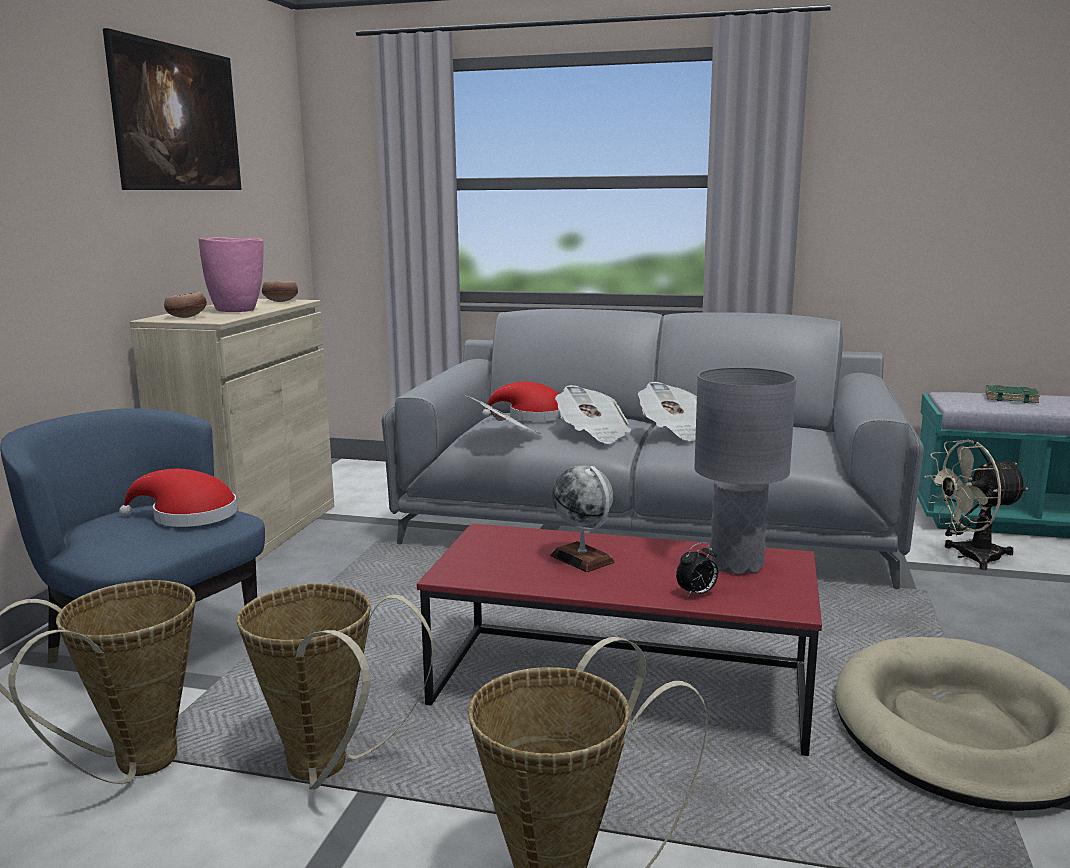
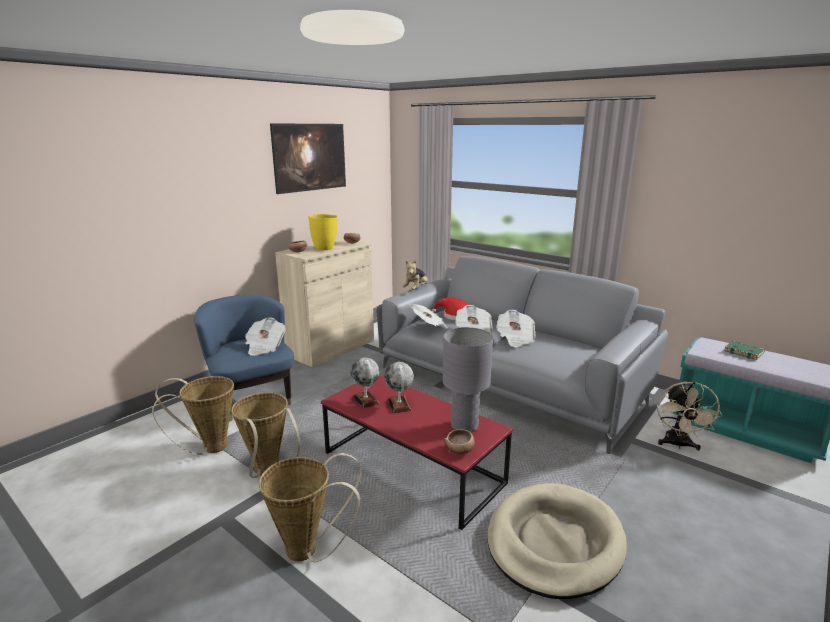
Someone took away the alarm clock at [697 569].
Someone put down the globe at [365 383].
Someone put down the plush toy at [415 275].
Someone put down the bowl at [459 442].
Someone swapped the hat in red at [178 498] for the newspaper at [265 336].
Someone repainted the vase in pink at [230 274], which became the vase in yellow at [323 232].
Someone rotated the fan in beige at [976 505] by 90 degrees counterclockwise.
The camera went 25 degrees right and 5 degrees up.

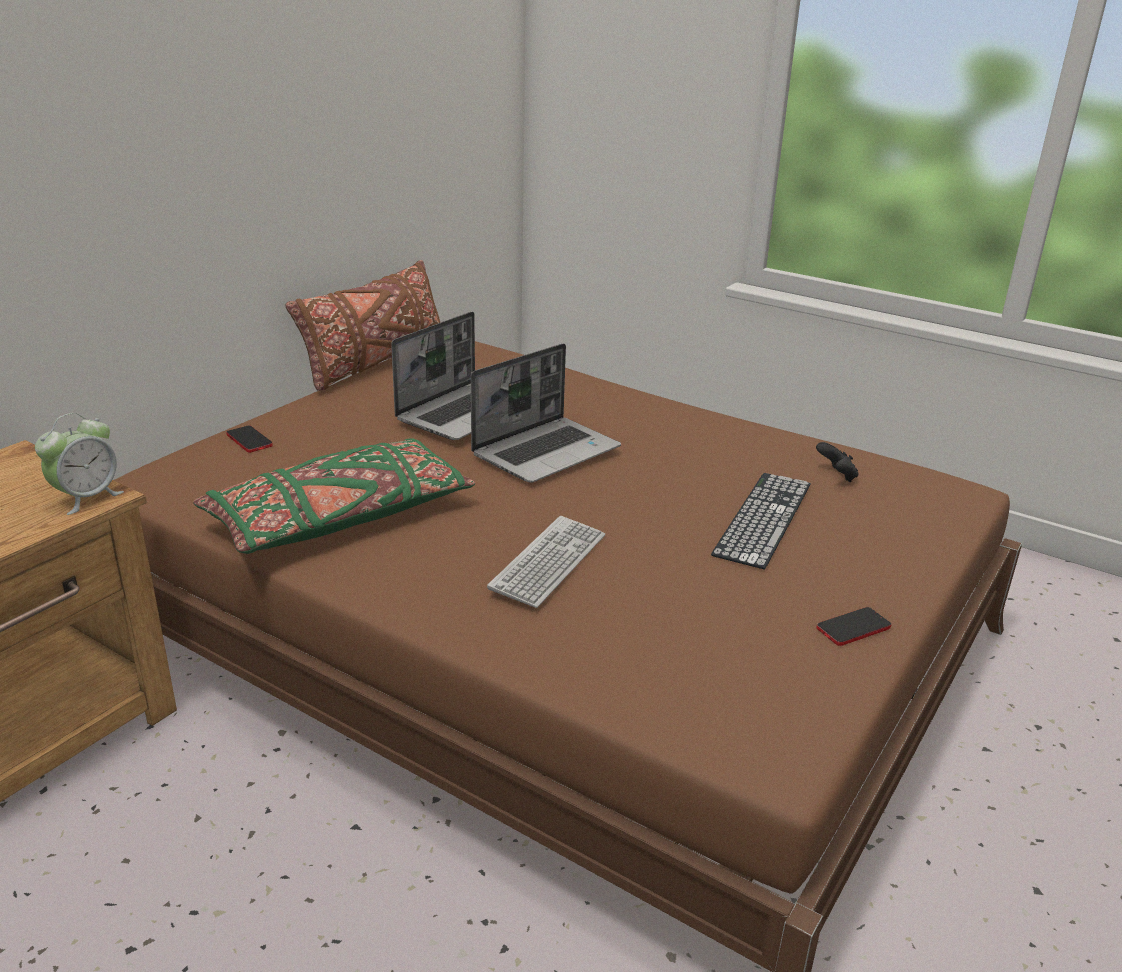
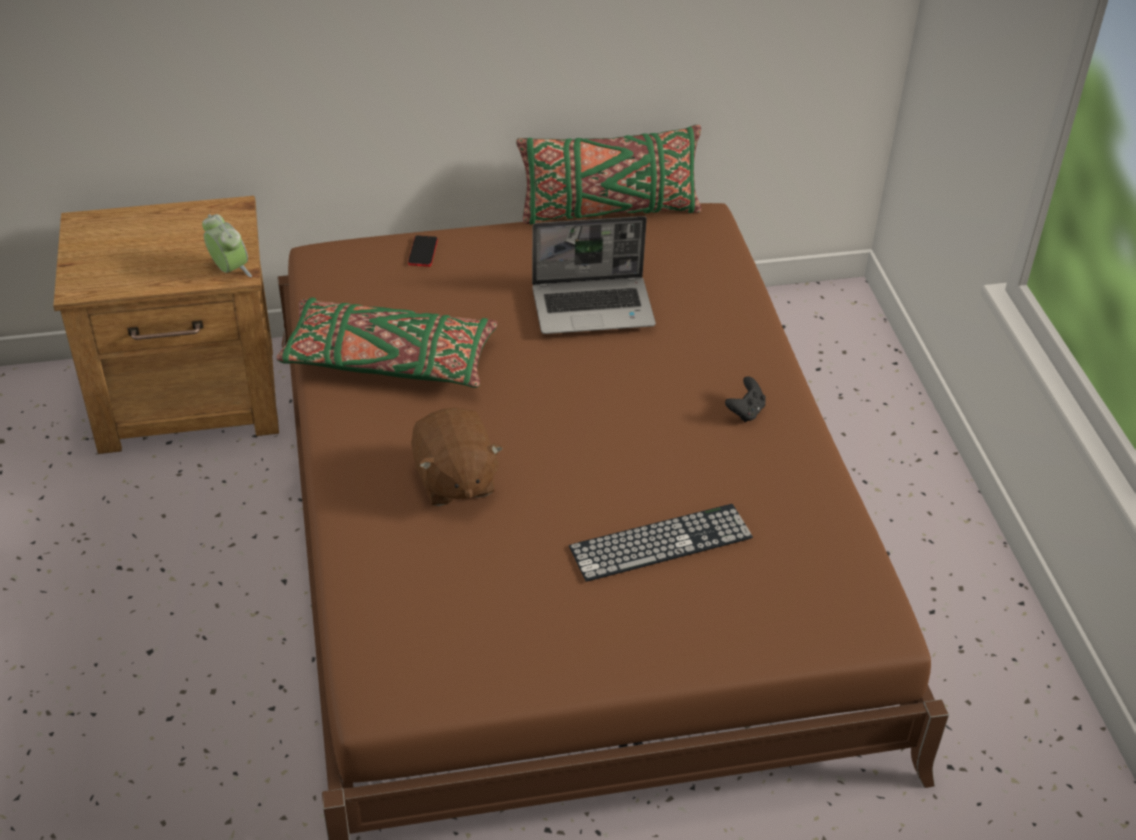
Someone took away the laptop at [546 413].
Someone took away the phone at [853 626].
Someone carried the game controller in black from [837 462] to [745 399].
Someone swapped the keyboard at [546 562] for the plush toy in brown at [457 457].
Someone repainted the pillow in brown at [362 325], which became the pillow in green at [608 175].
Someone rotated the alarm clock at [79 464] by 120 degrees counterclockwise.
The camera went 45 degrees right and 15 degrees up.

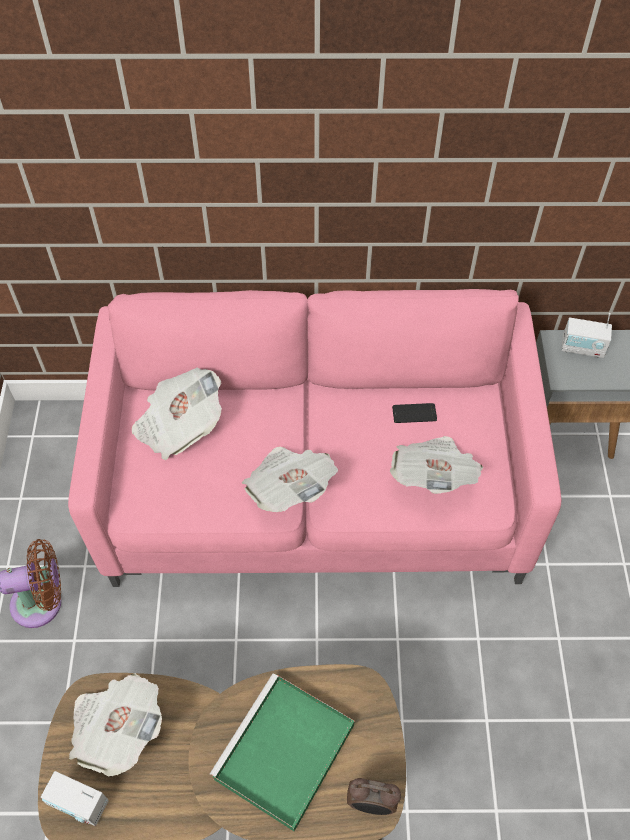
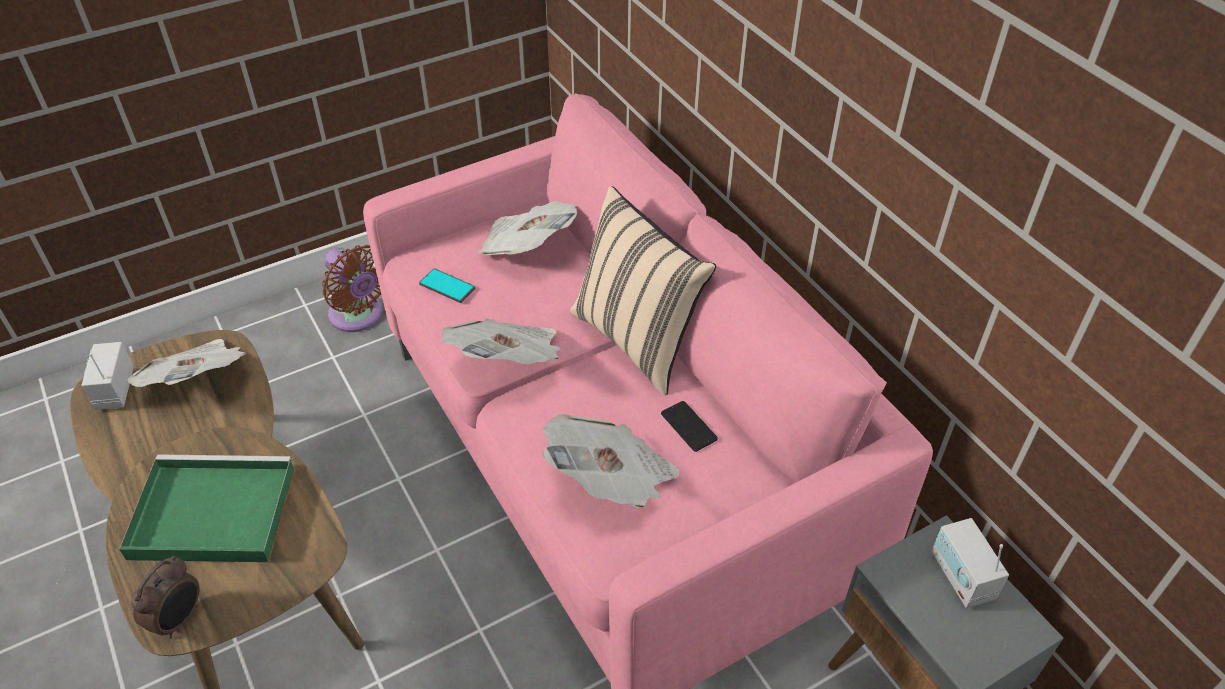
Someone put down the phone at [447 285].
Someone put down the pillow in beige at [643 291].
Someone rotated the alarm clock at [374 796] by 135 degrees counterclockwise.
The camera went 60 degrees right and 10 degrees down.

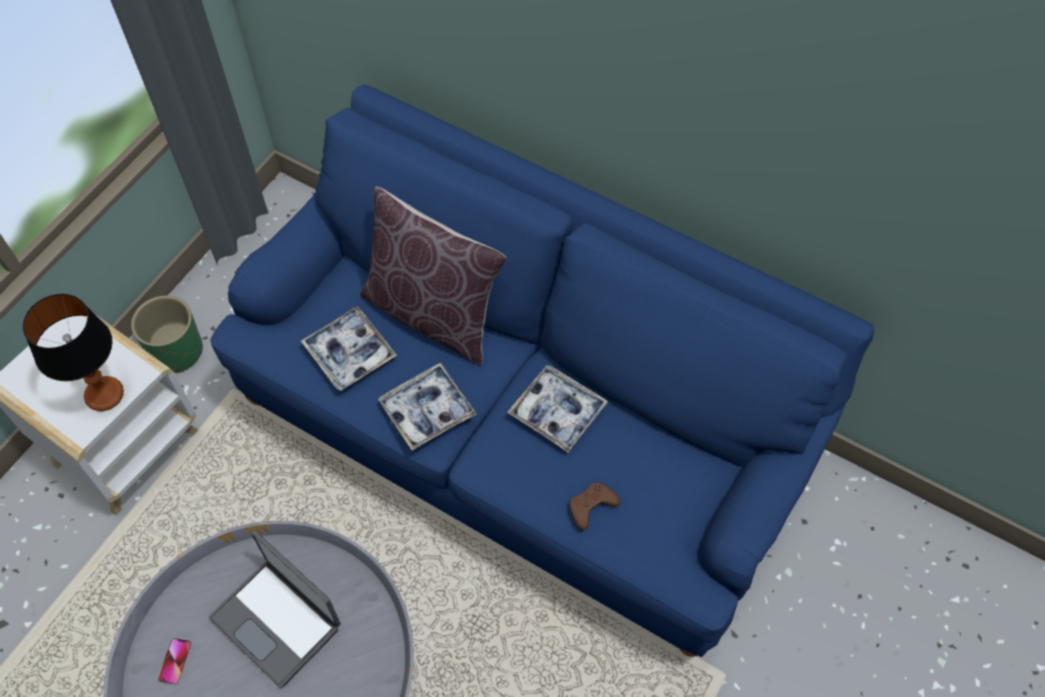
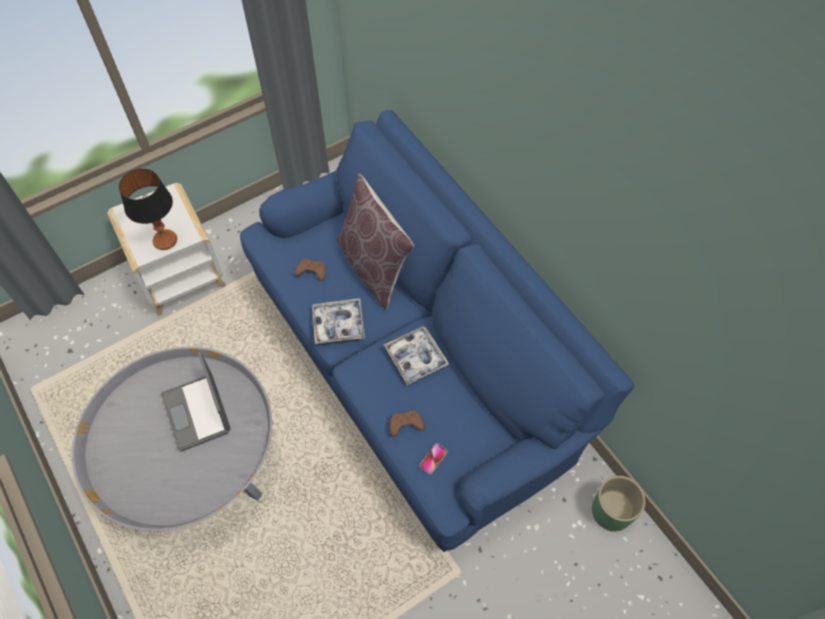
Someone carried the planter in green from [167 334] to [619 504].
Someone carried the phone from [175 661] to [433 458].
Someone swapped the tray at [349 349] for the game controller in brown at [310 270].
The camera went 25 degrees right and 0 degrees up.

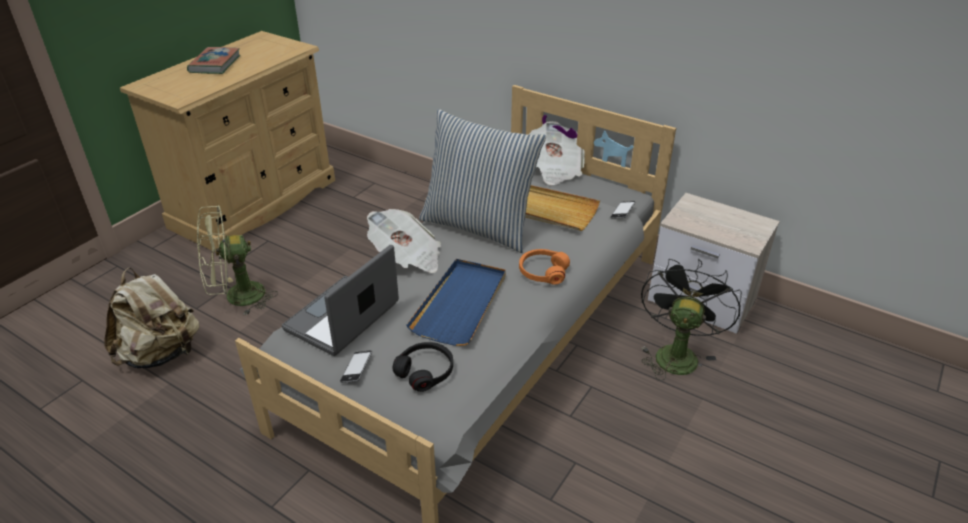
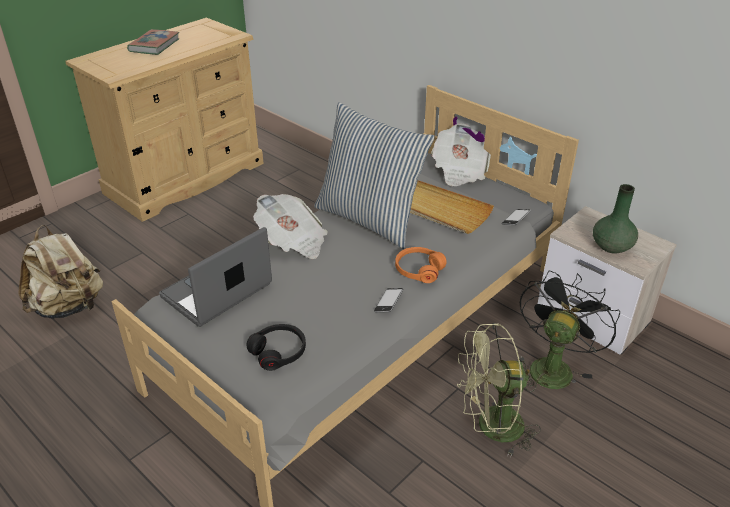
Someone took away the tray in blue at [456 302].
Someone put down the vase in green at [615 219].
Someone carried the fan in green from [237 260] to [499 390].
Someone carried the phone from [356 366] to [388 300].
The camera went 10 degrees right and 0 degrees up.

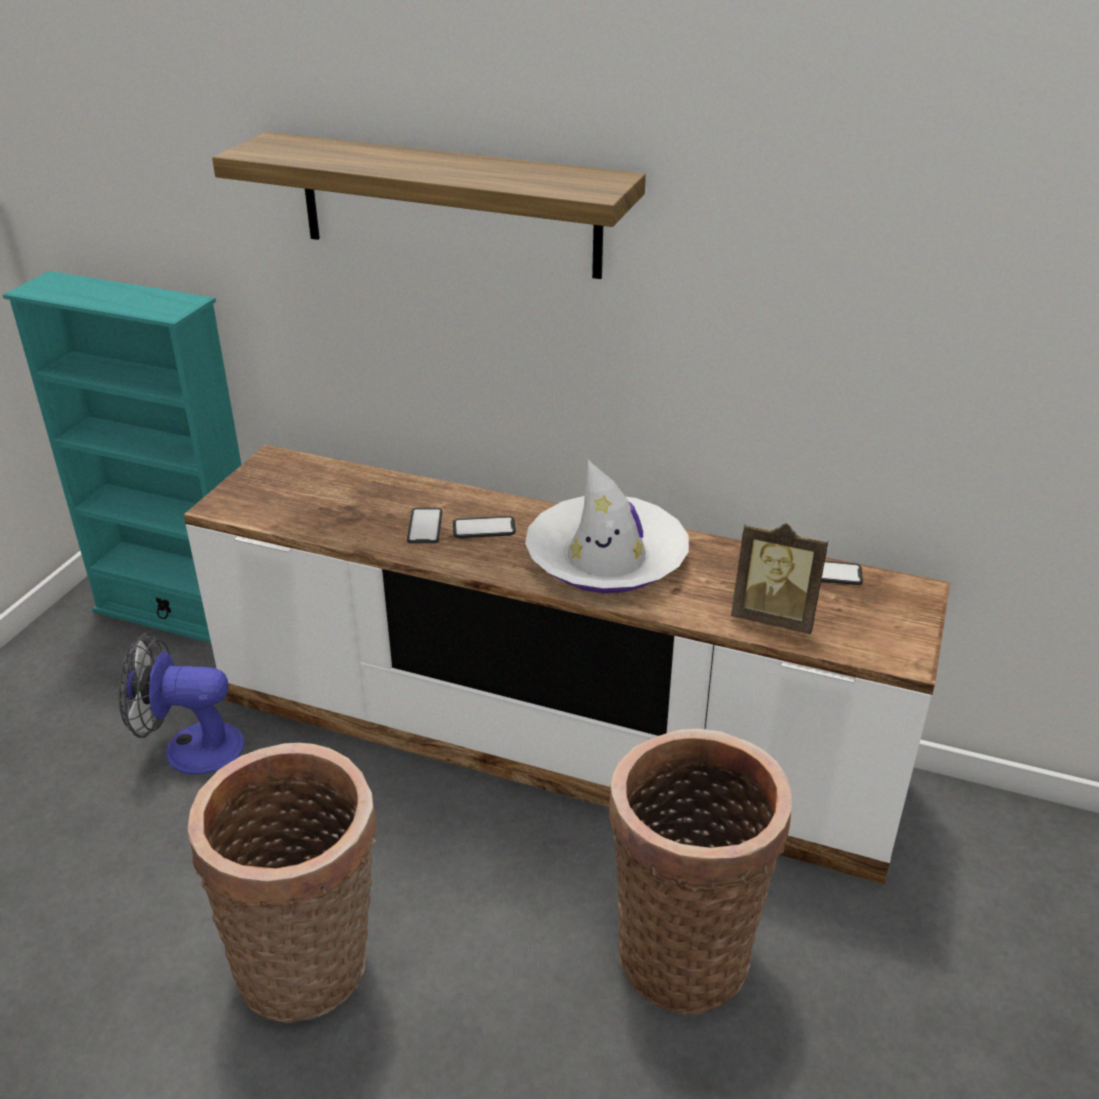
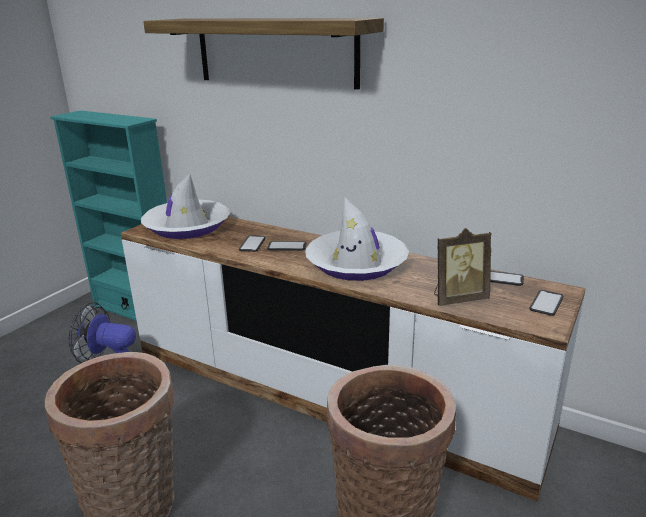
Someone put down the hat in white at [185 206].
Someone put down the phone at [546 303].
Someone rotated the picture frame at [779 578] by 45 degrees counterclockwise.
The camera went 10 degrees right and 10 degrees down.

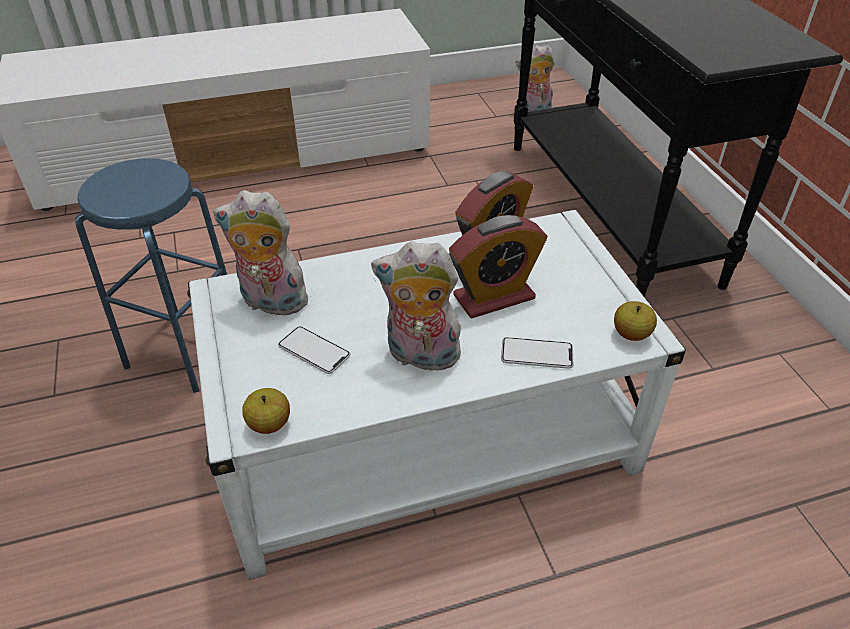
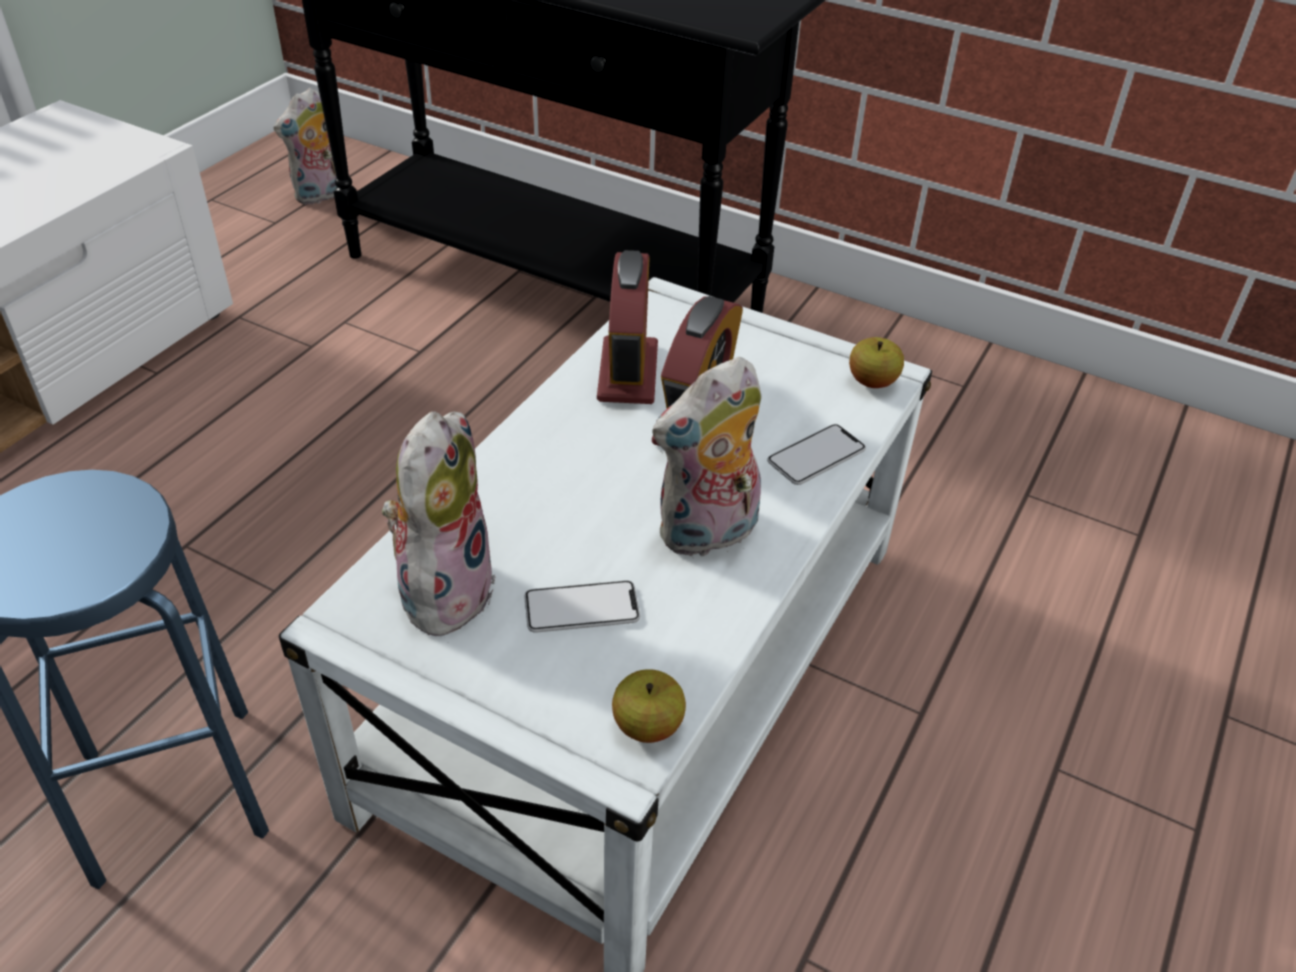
Someone rotated the plush toy at [262 255] by 135 degrees clockwise.
The camera went 45 degrees left and 0 degrees up.

